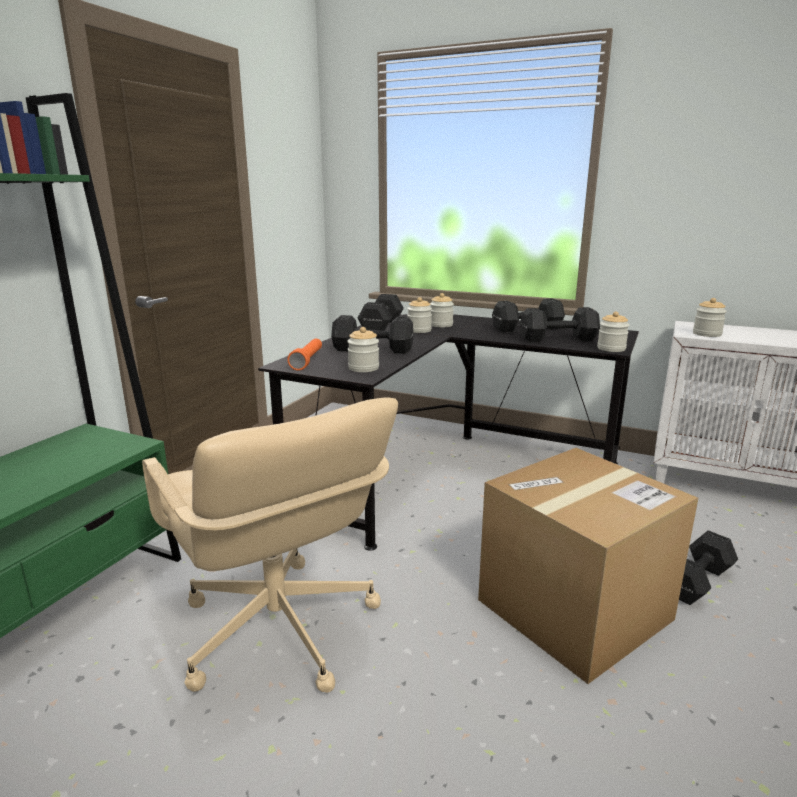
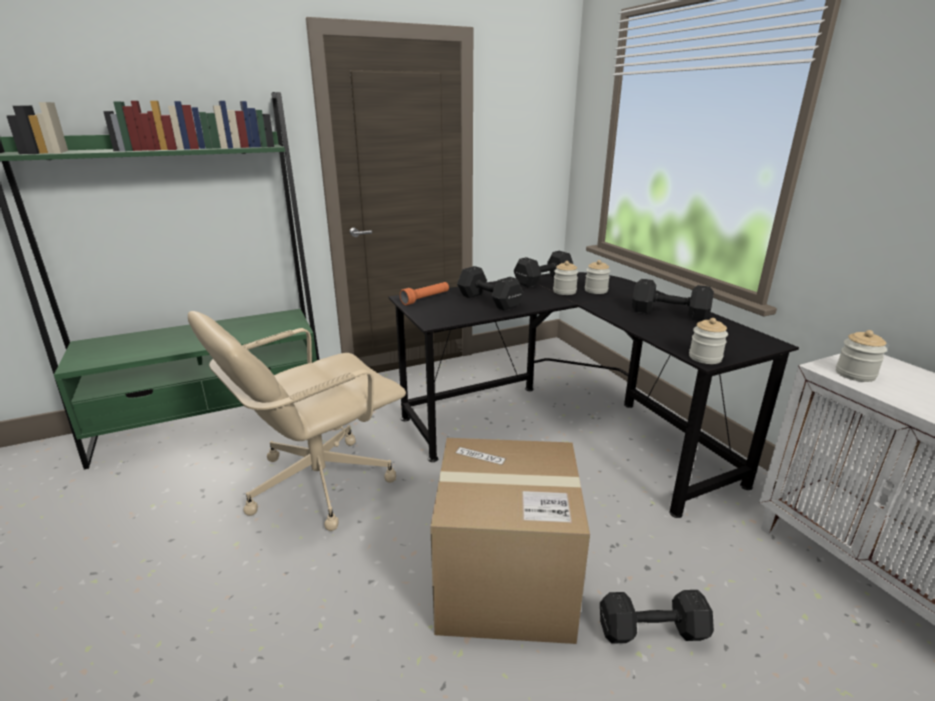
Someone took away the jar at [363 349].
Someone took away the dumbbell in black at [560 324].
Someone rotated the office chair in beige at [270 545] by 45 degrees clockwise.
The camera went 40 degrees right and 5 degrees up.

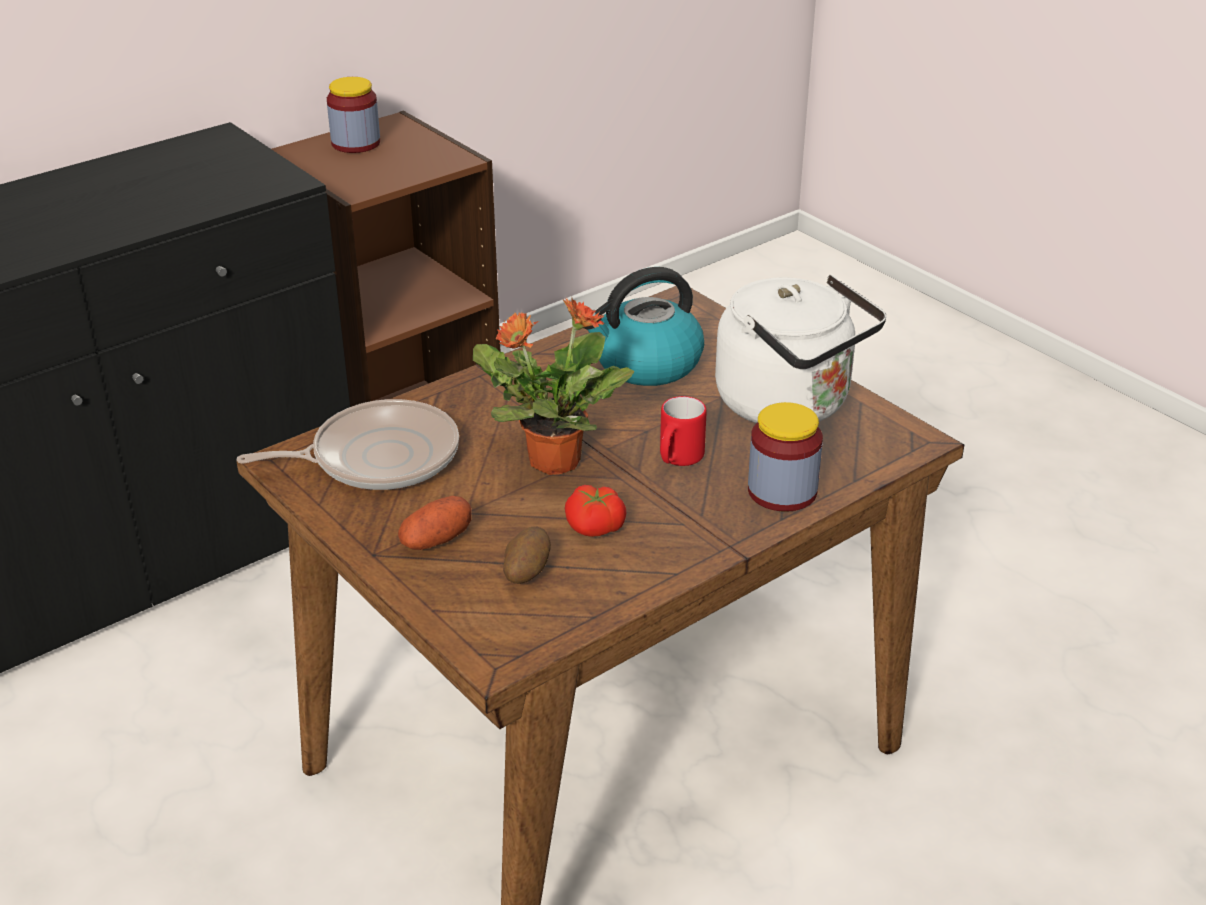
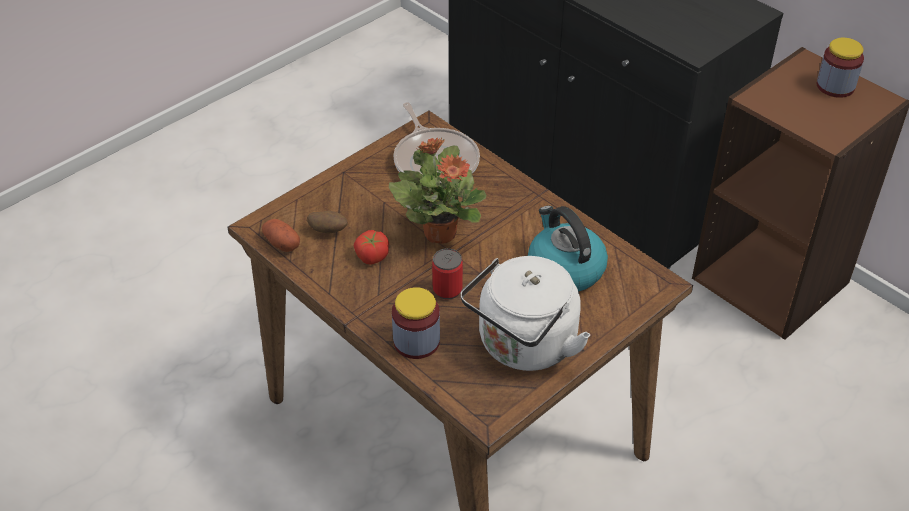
Someone carried the potato from [434 523] to [281 235].
Someone swapped the mug in red at [683 431] for the can at [447 273].
The camera went 85 degrees right and 10 degrees up.

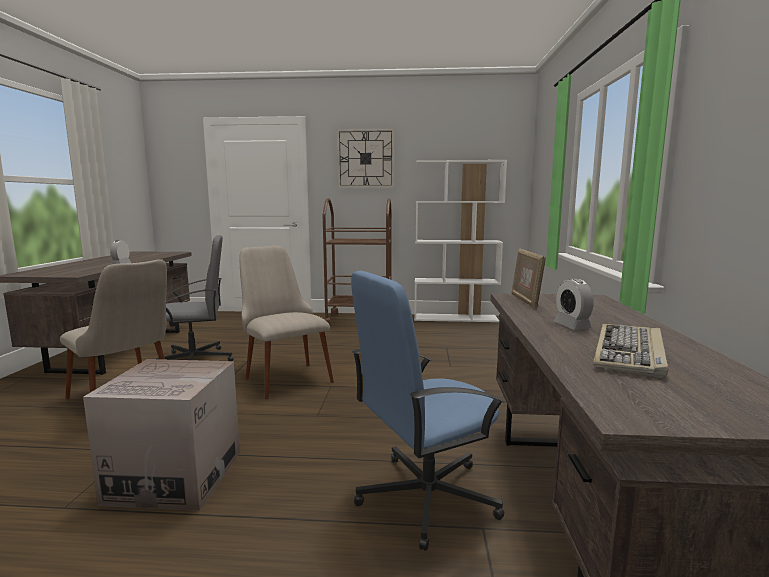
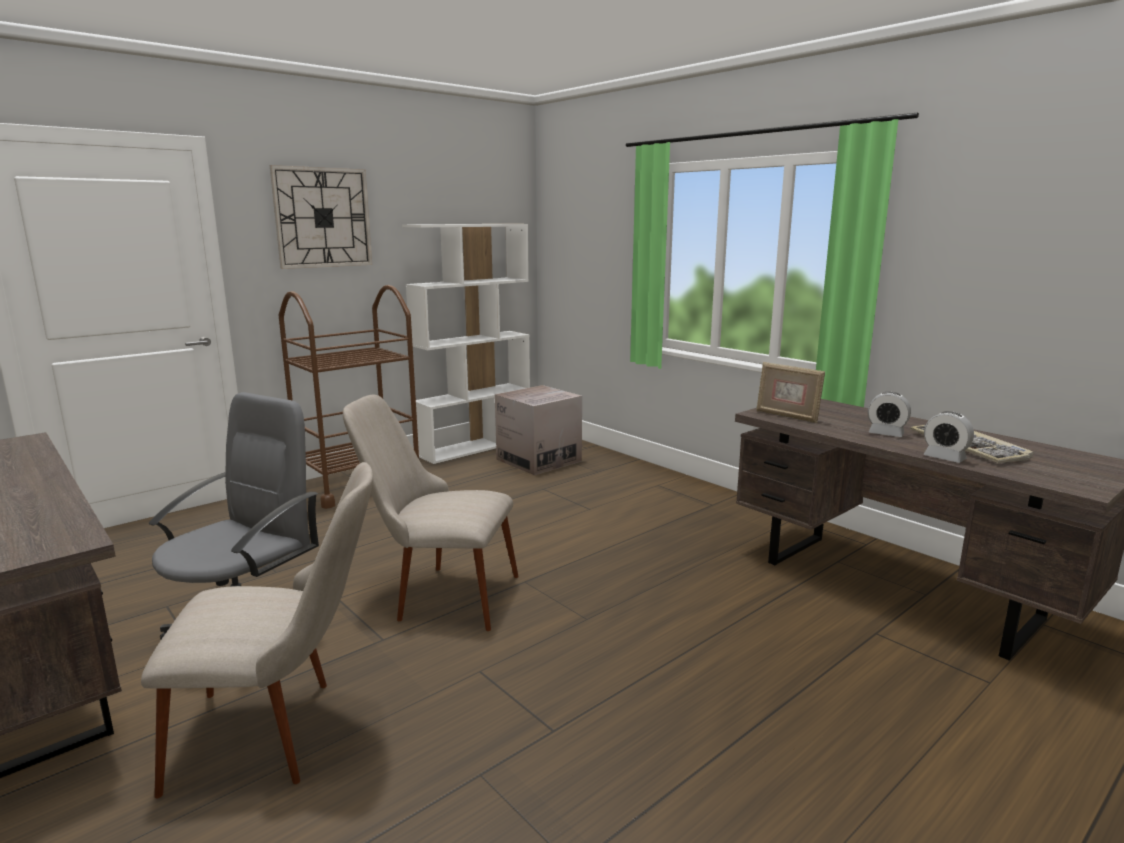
Someone took away the office chair in blue at [428 411].
Someone carried the cardboard box from [161 435] to [538 430].
Someone carried the alarm clock from [120 252] to [949 437].
The camera went 45 degrees left and 5 degrees up.

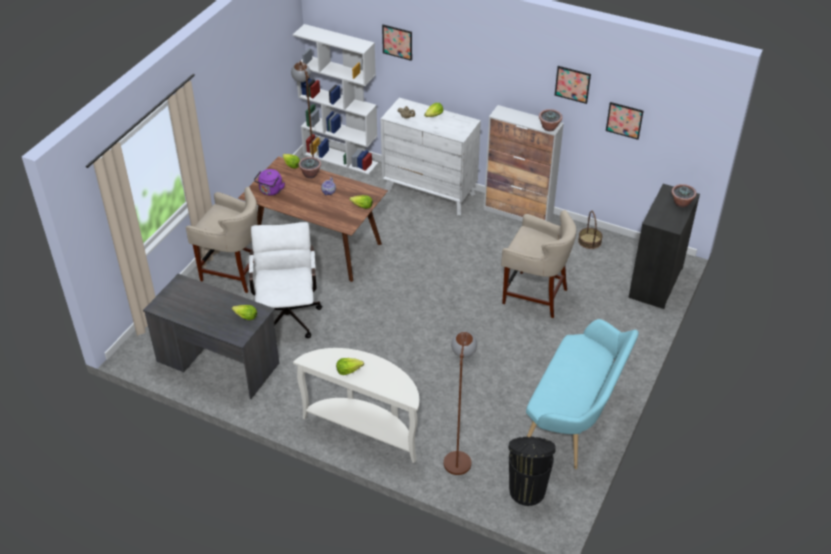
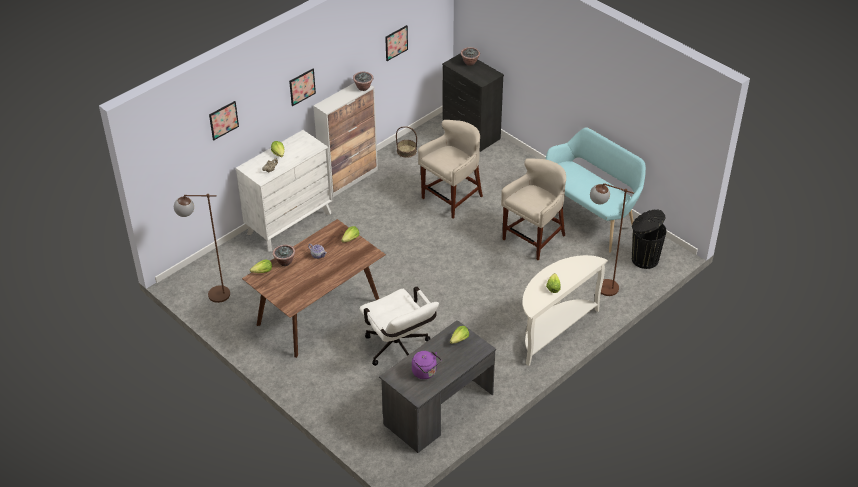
Someone took away the bookcase in white at [335 99].
Someone carried the stool in beige from [222 240] to [533 209].
Someone carried the kettle in purple from [269 182] to [426 365].
Someone carried the picture from [573 85] to [302 87].
Someone rotated the office chair in white at [285 280] by 135 degrees counterclockwise.
The camera went 70 degrees left and 0 degrees up.

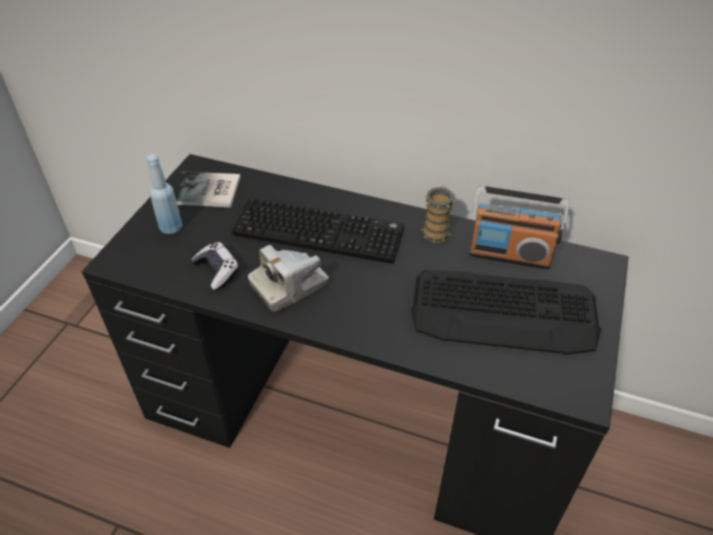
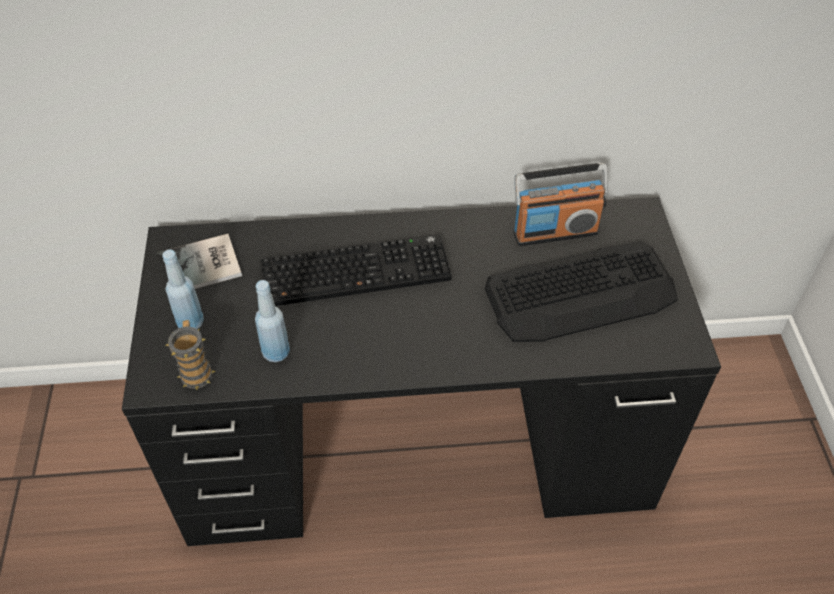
Someone took away the photo camera at [288 278].
Someone carried the mug from [438 214] to [190 354].
Someone swapped the game controller at [215 266] for the bottle in blue at [272 321].
The camera went 25 degrees left and 5 degrees up.

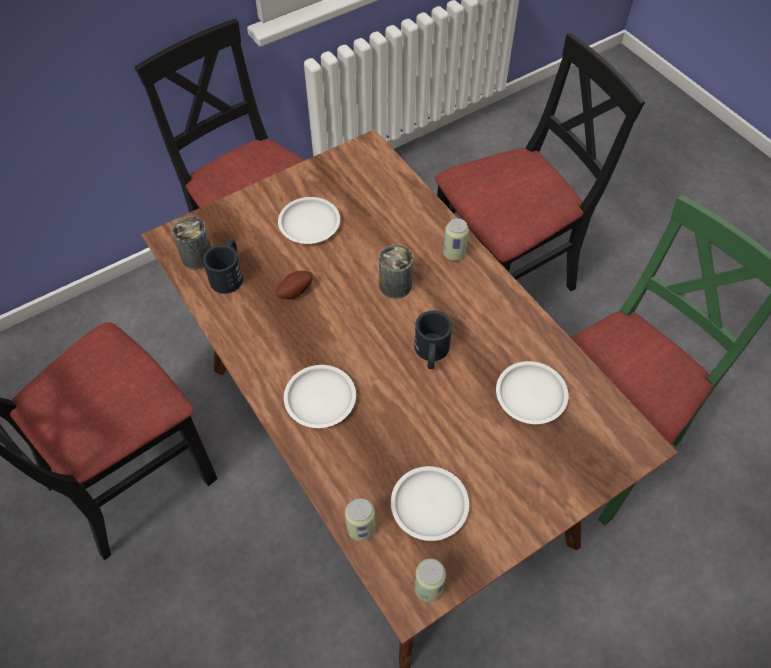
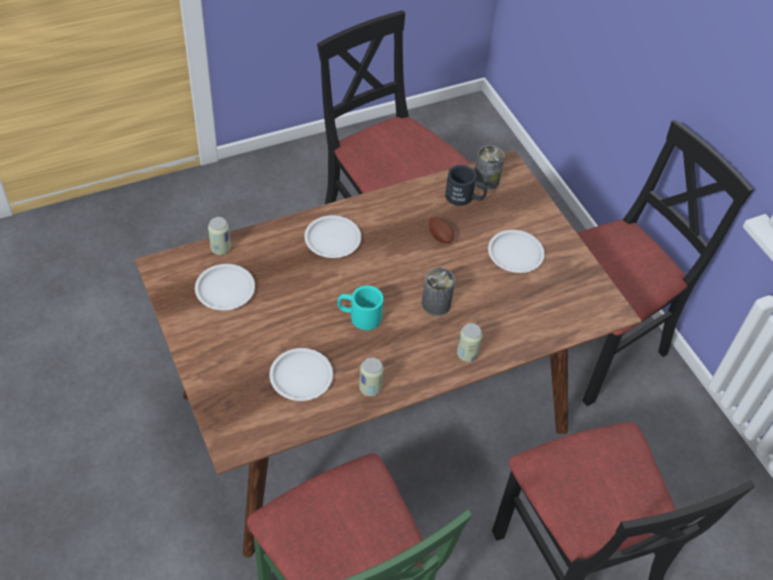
Someone carried the can from [430 580] to [371 377].
Someone repainted the mug in black at [433 340], which became the mug in turquoise at [360 308].
The camera went 95 degrees right and 5 degrees down.

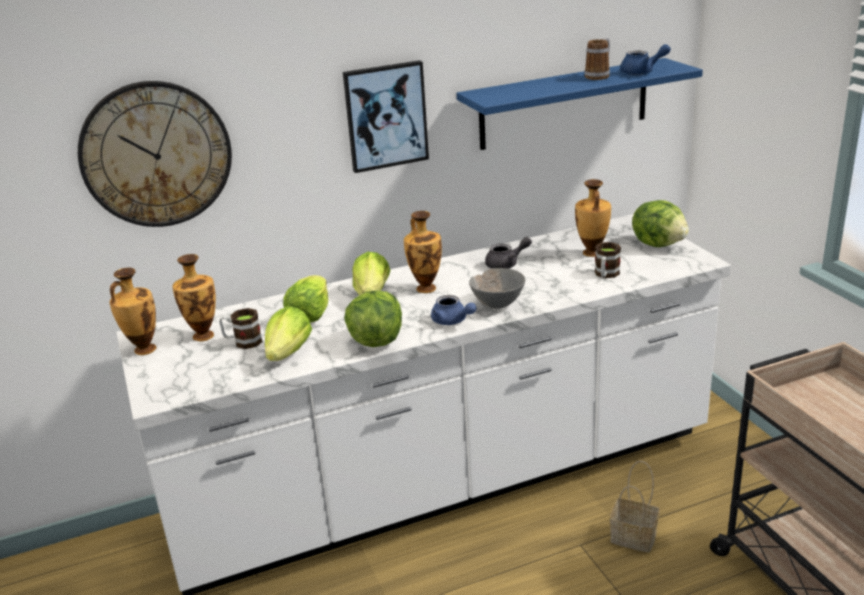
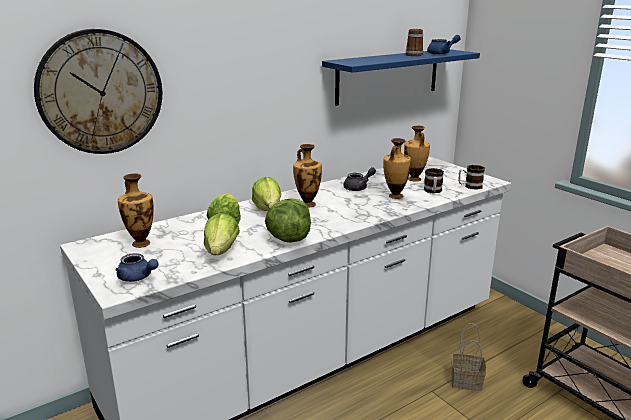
Someone took away the picture at [386 116].
Someone took away the bowl in grey at [497 288].
Someone took away the lettuce at [660 223].
Someone carried the vase from [133 311] to [397 168].
Someone carried the mug from [241 328] to [472 177].
Someone carried the teapot in blue from [454 310] to [137 267].
The camera went 15 degrees left and 5 degrees down.

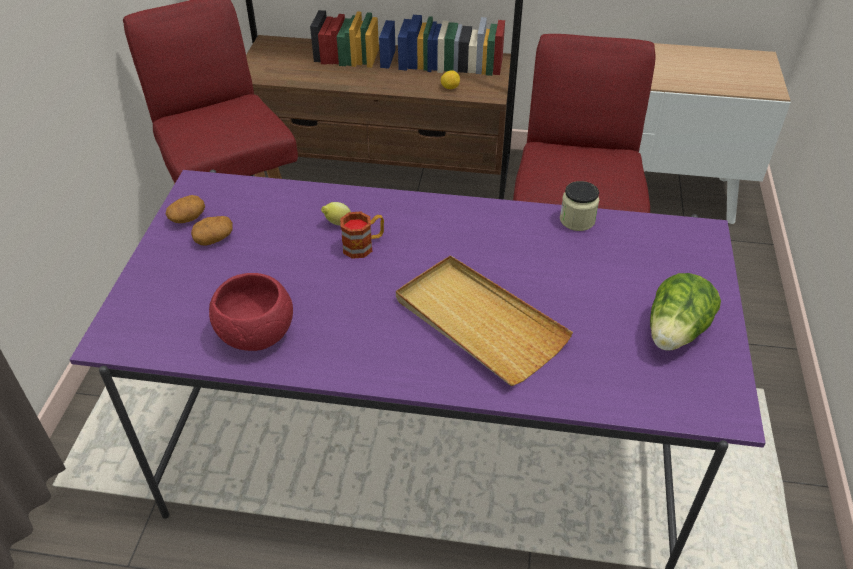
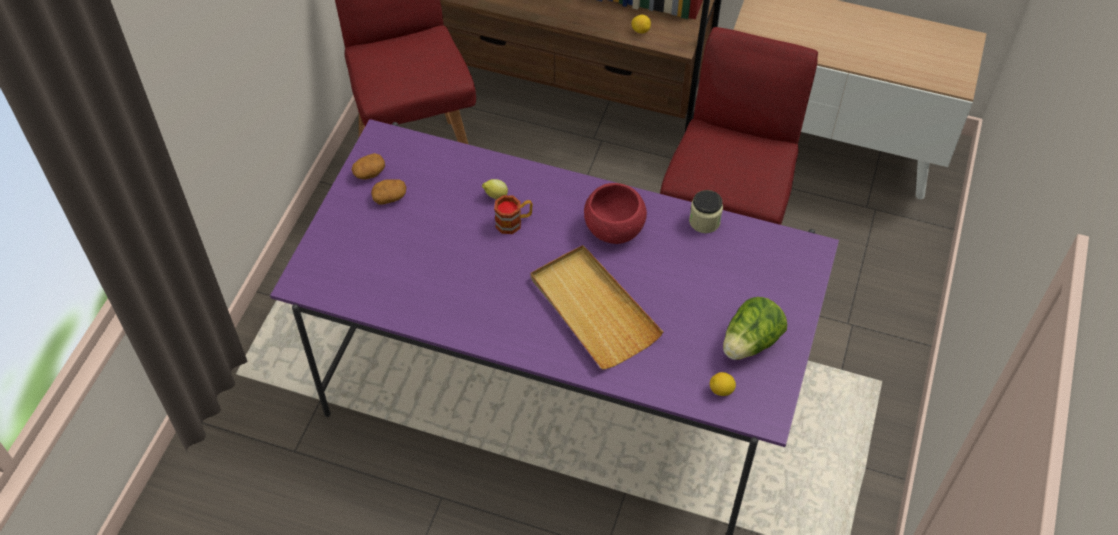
Someone put down the lemon at [723 384].
Someone carried the bowl in red from [251 312] to [615 213].
The camera went 10 degrees right and 10 degrees up.

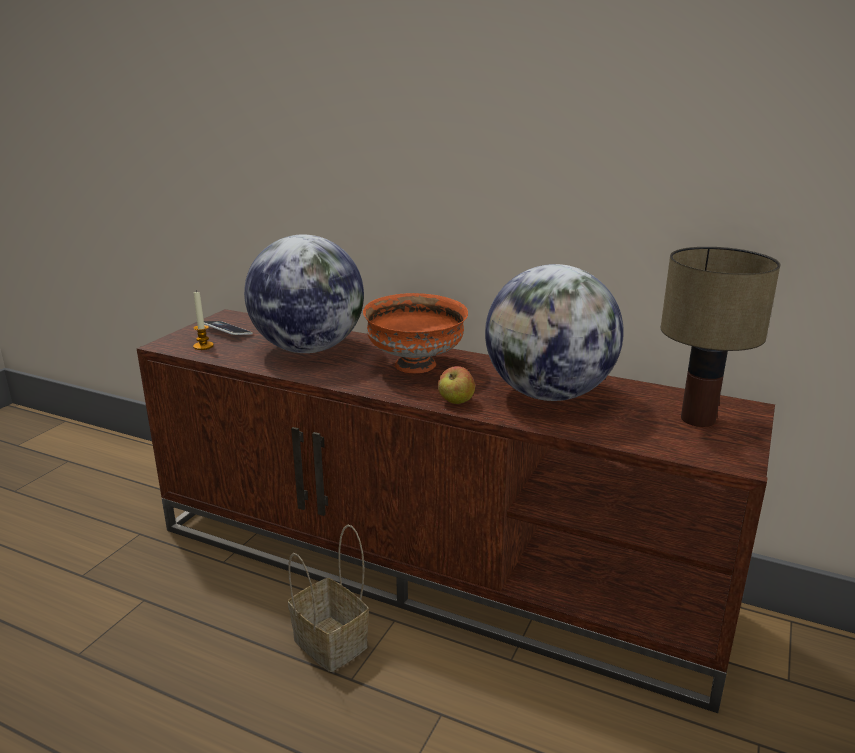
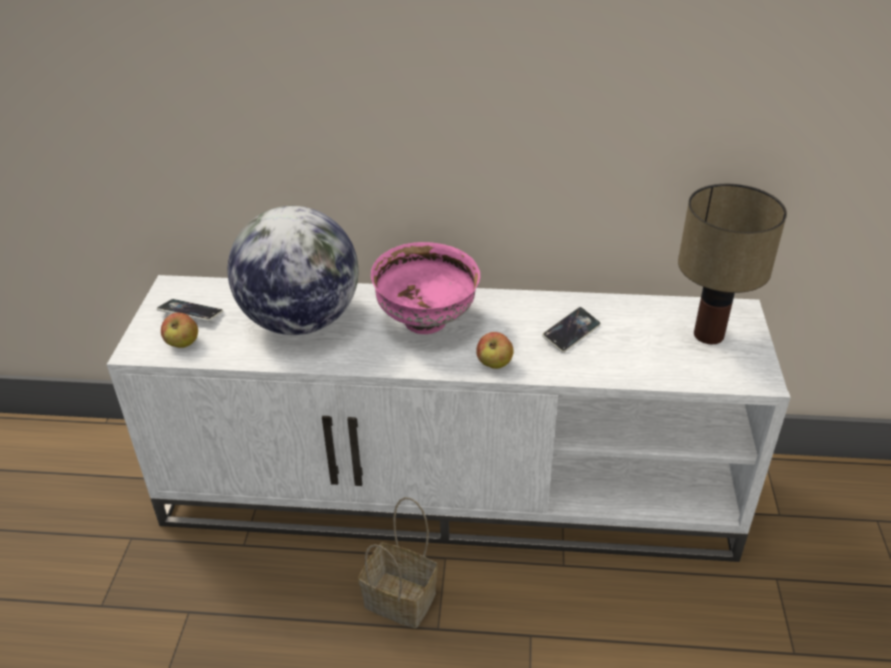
Someone swapped the candle at [203 320] for the apple at [179 330].
Someone swapped the globe at [554 332] for the phone at [571 330].
Someone repainted the tv stand in brown at [456 511], which became the tv stand in white at [449 418].
Someone repainted the bowl in orange at [415 333], which became the bowl in pink at [425 288].
The camera went 20 degrees left and 15 degrees up.

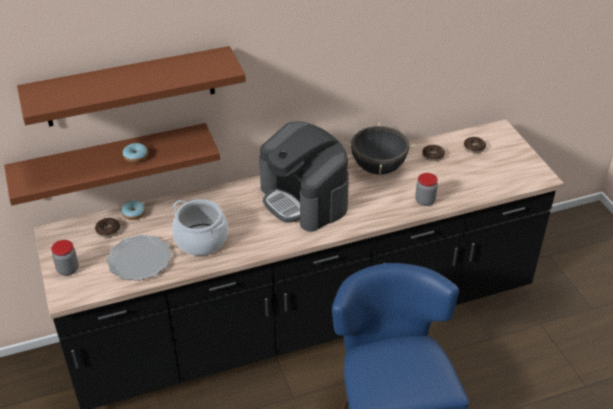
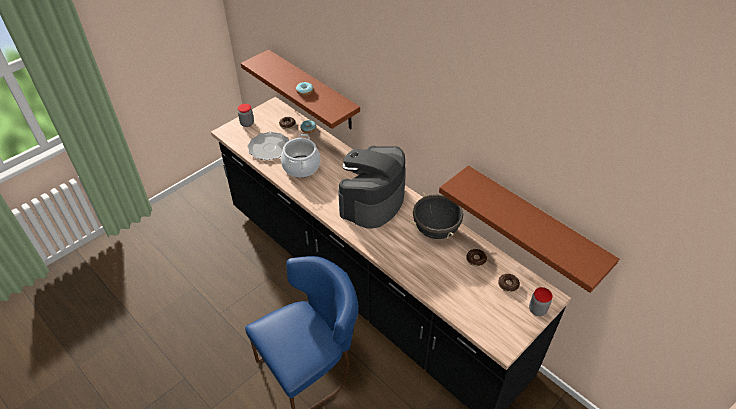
Someone carried the shelf in brown from [131 86] to [529 229].
Someone carried the jar from [426 189] to [540 301].
The camera went 65 degrees right and 5 degrees up.

